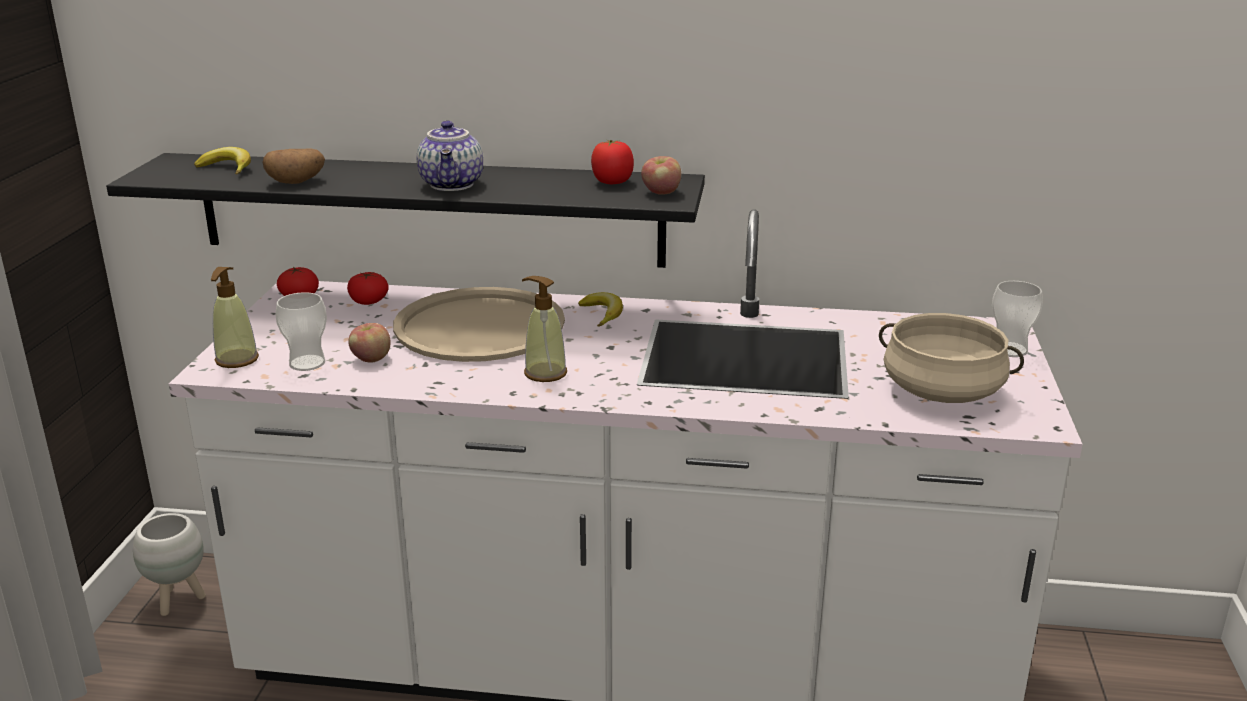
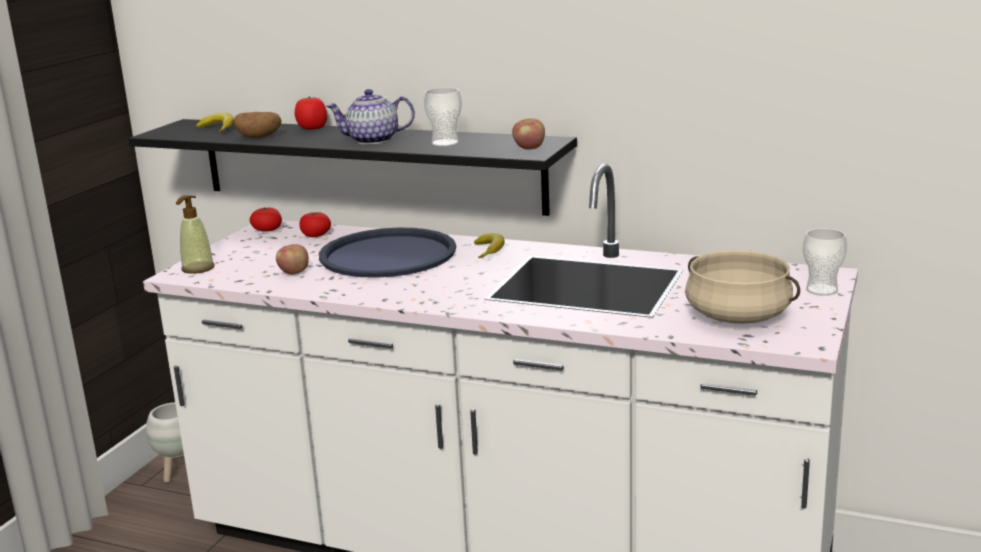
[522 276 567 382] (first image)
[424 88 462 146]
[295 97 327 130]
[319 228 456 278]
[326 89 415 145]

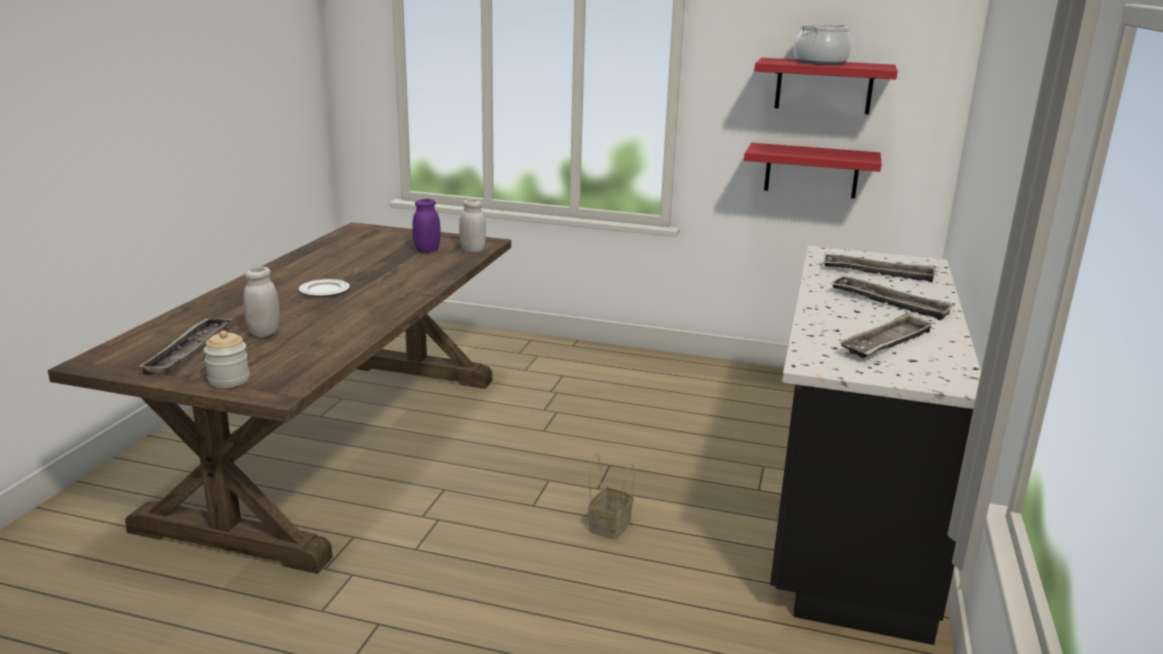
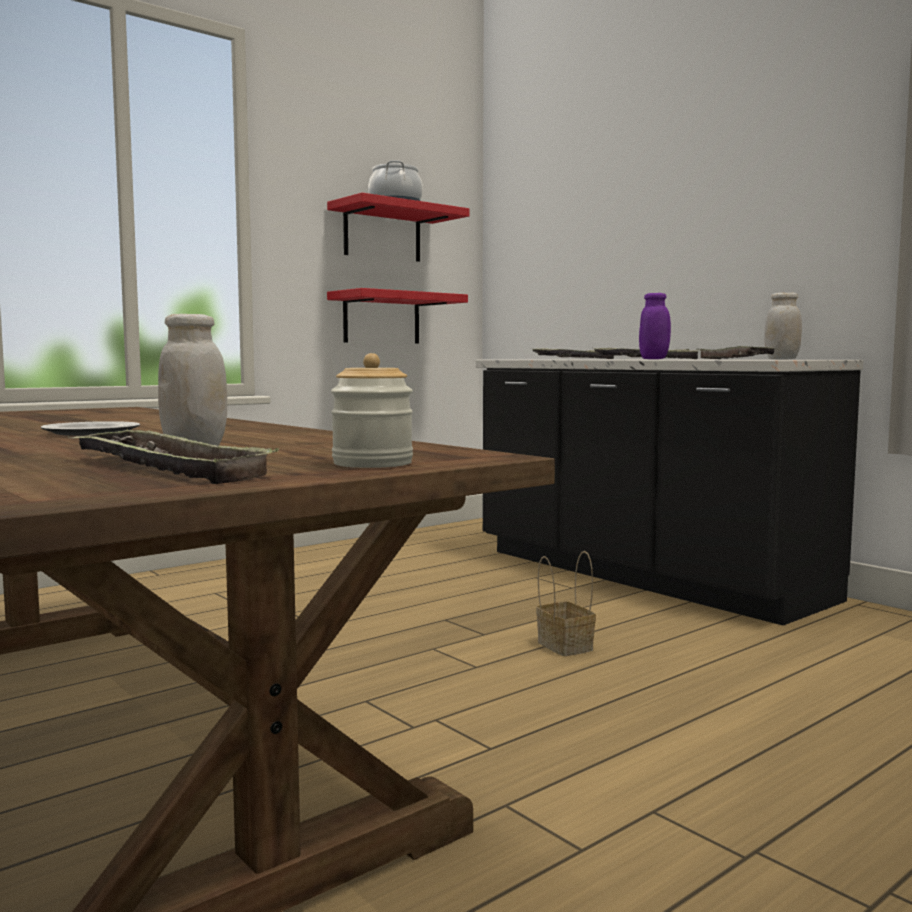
[639 293 671 359]
[764 292 802 359]

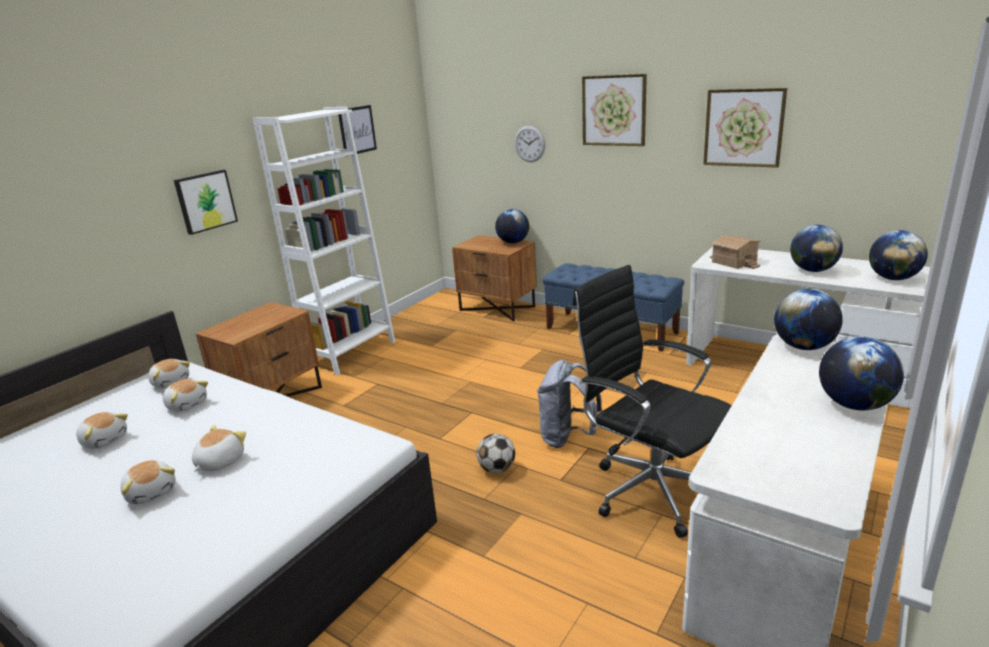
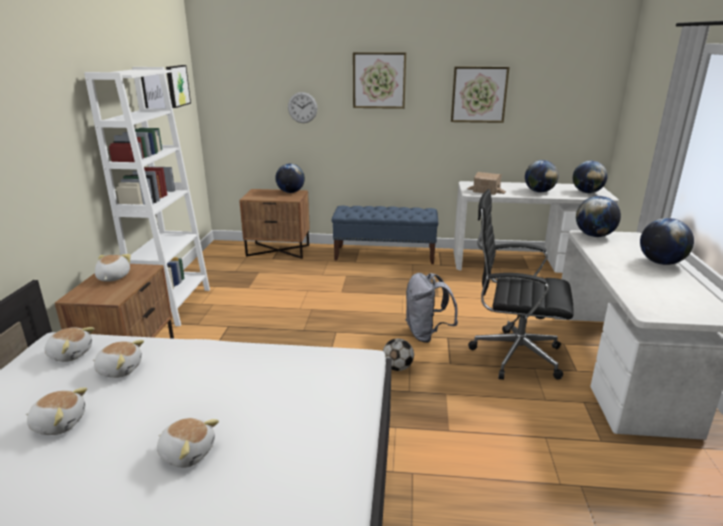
[166 65 191 108]
[95 254 131 282]

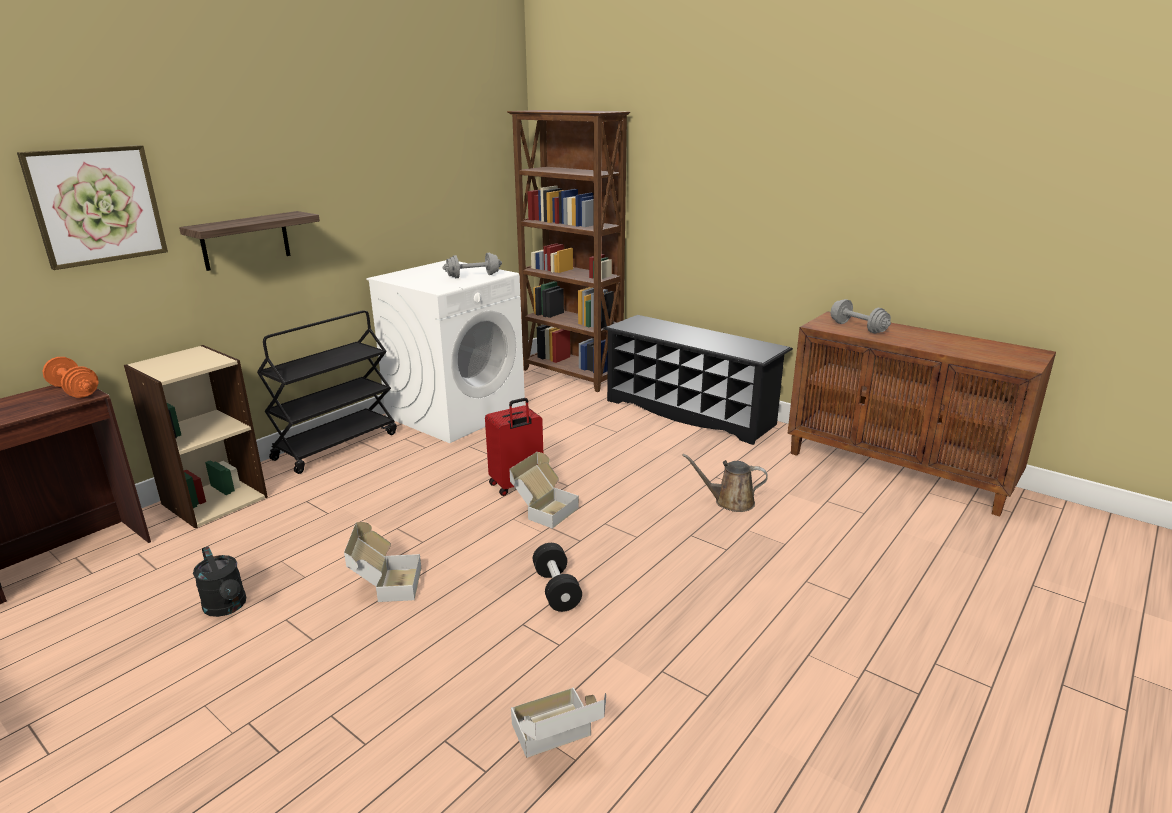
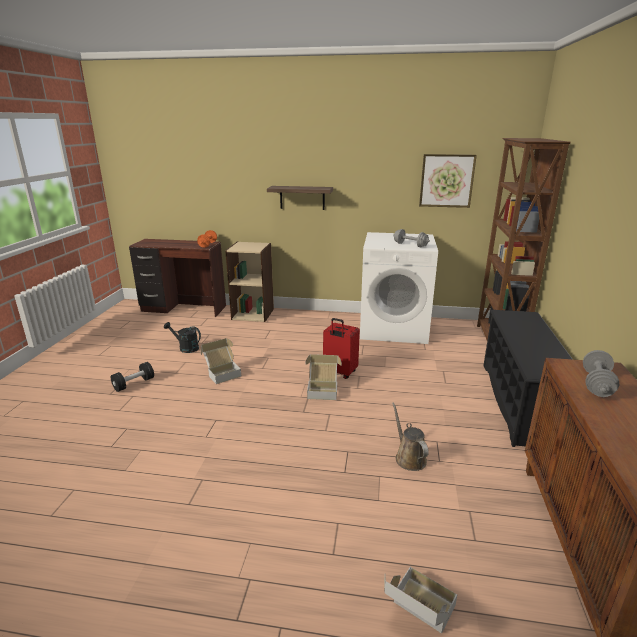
[257 310 397 474] (first image)
[419 154 477 208]
[384 567 457 634]
[111 362 154 392]
[164 322 201 353]

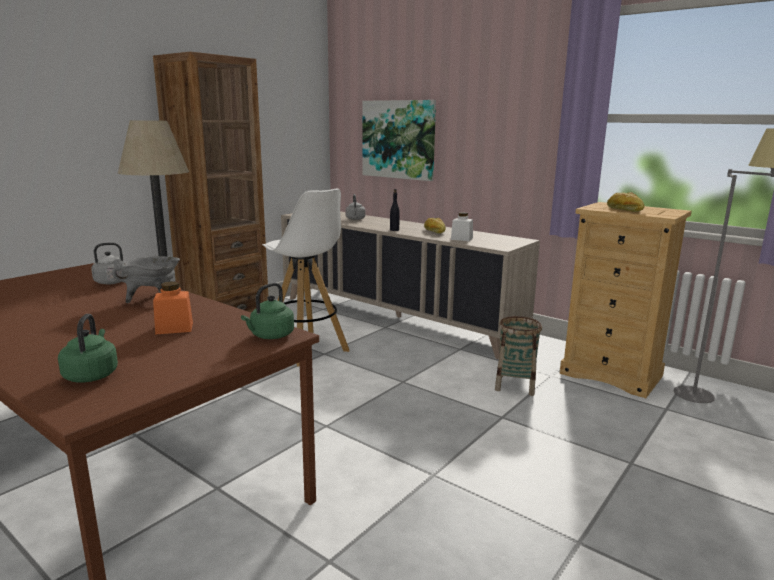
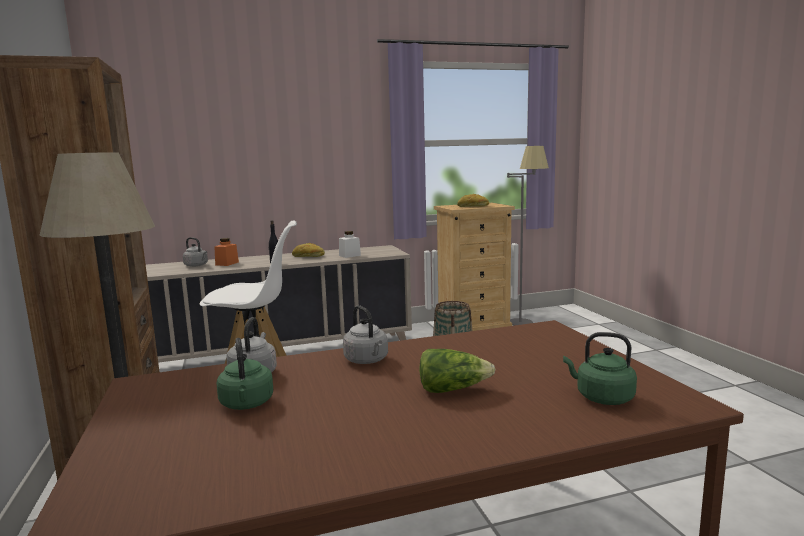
[362 100 436 181] (first image)
[419 349 495 393]
[214 238 239 266]
[216 338 273 410]
[343 305 388 364]

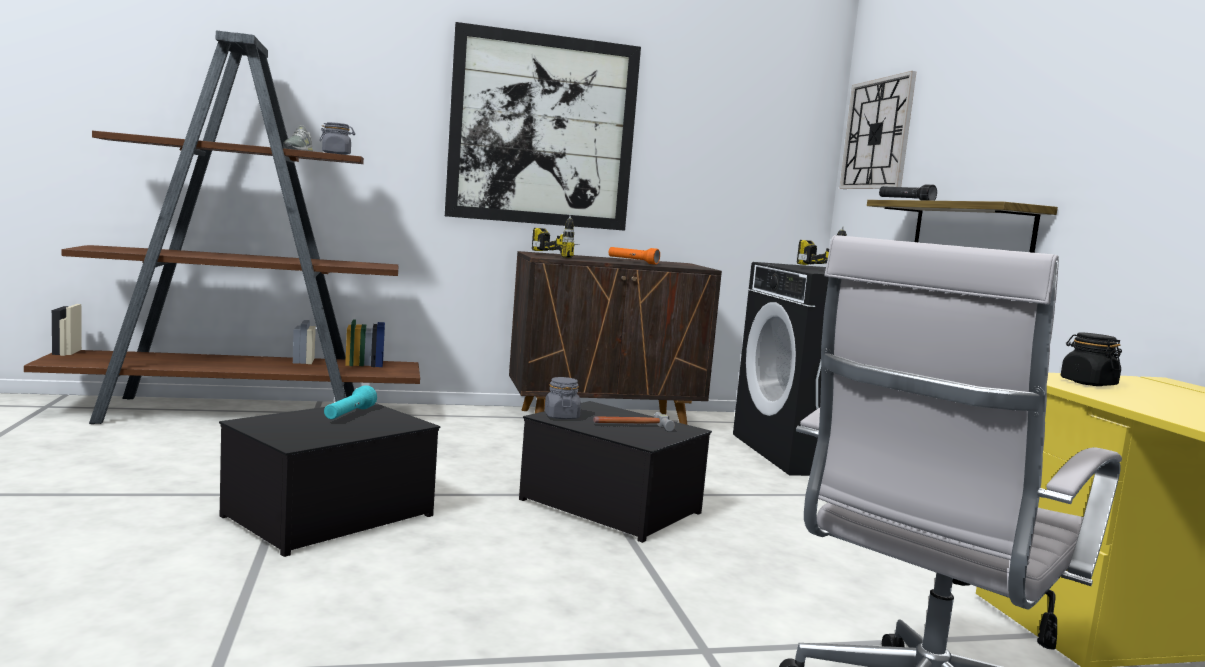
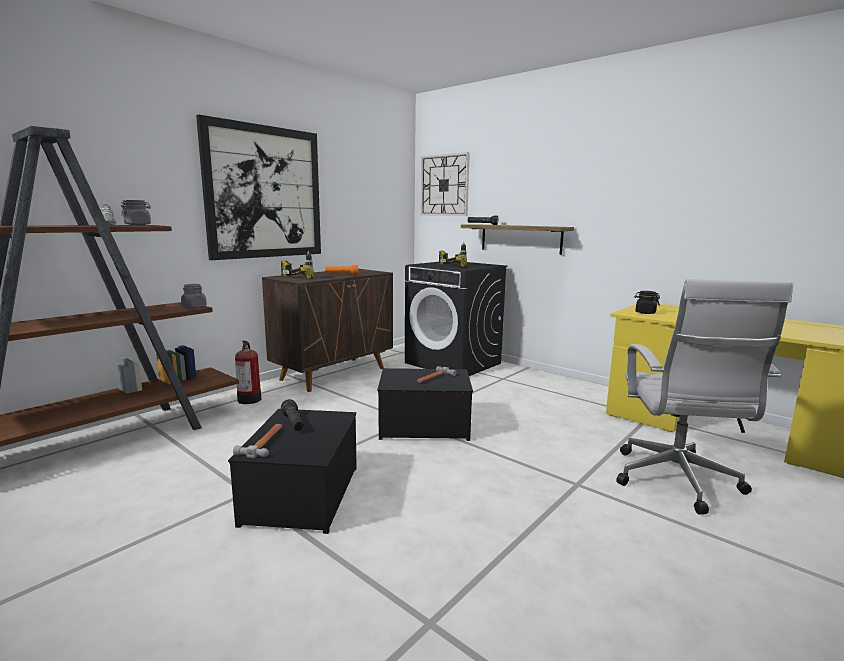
[233 424 282 458]
[235 341 261 404]
[181 284 207 308]
[281 399 304 431]

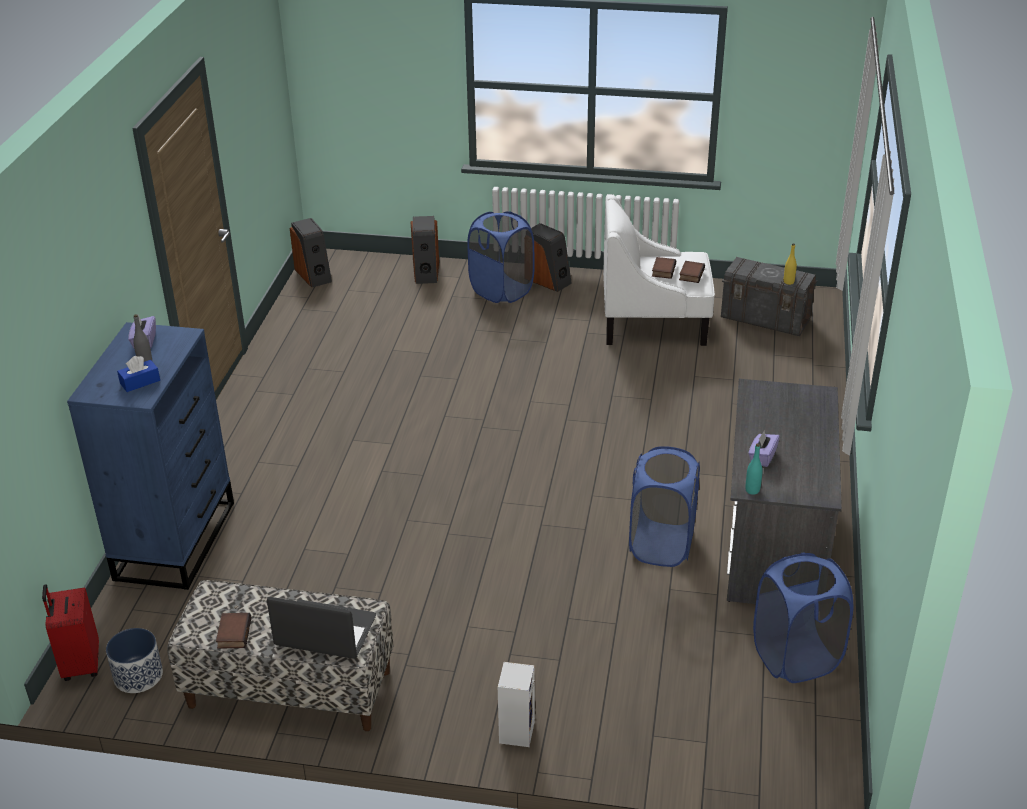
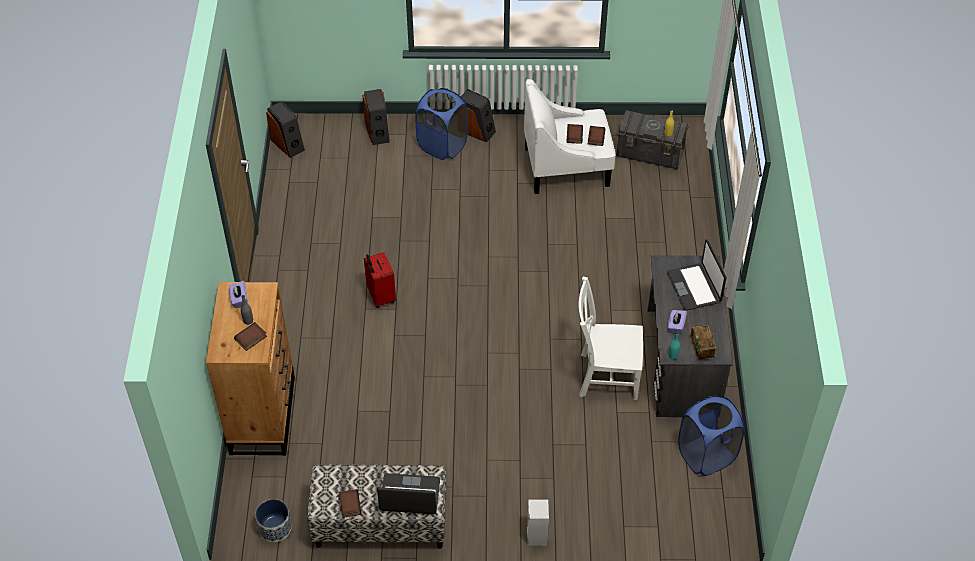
[667 239 726 310]
[690 325 716 360]
[364 252 396 308]
[234 322 267 351]
[579 276 643 400]
[206 282 295 455]

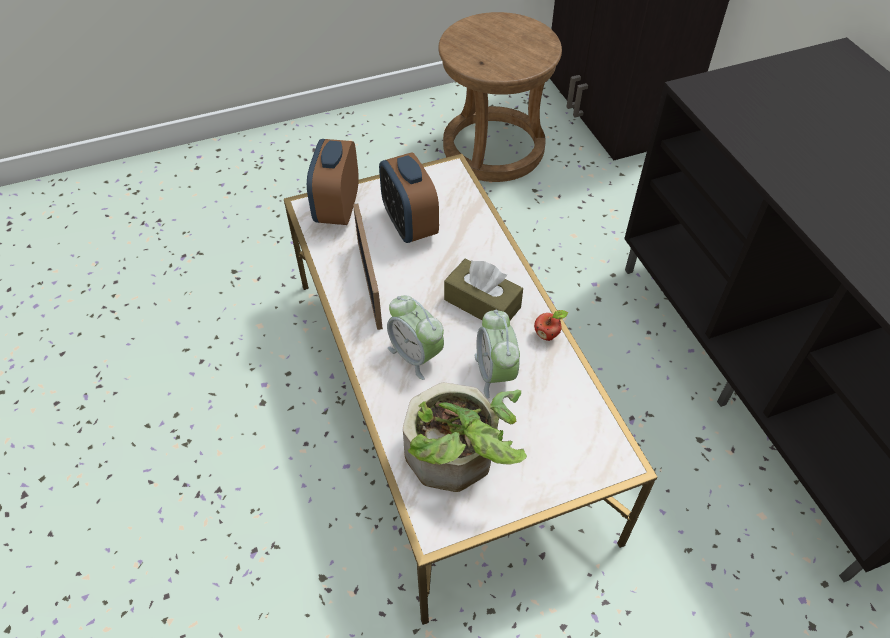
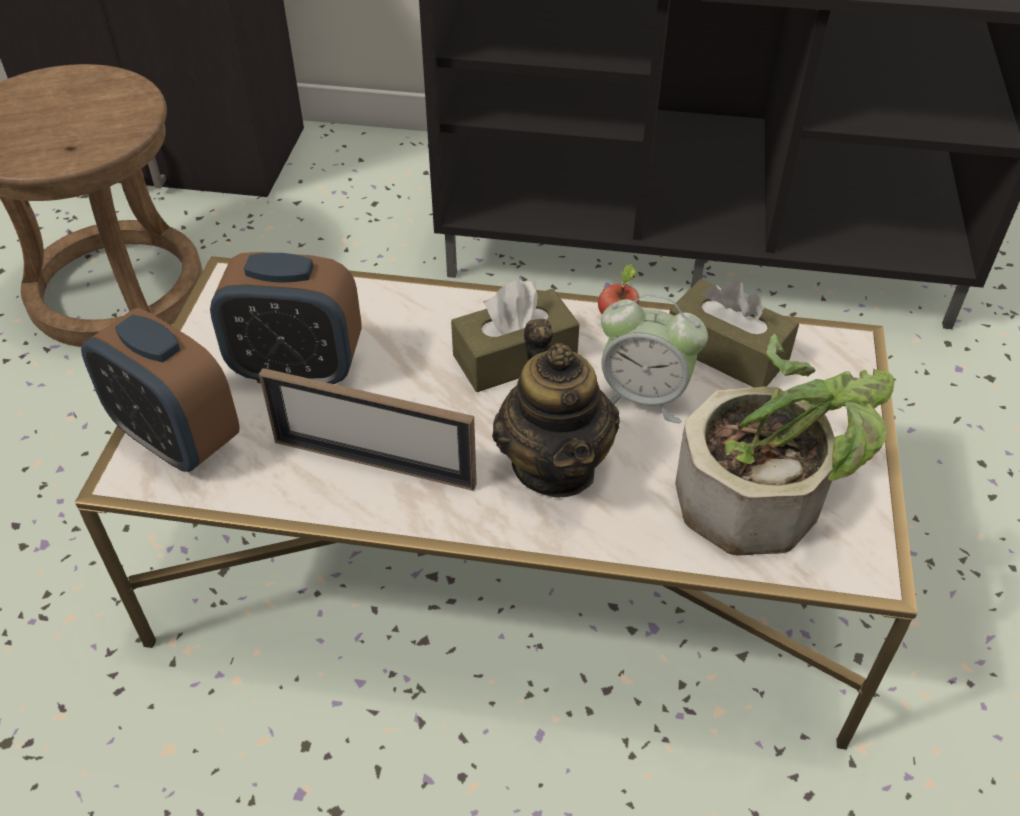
[669 279 799 387]
[492 319 620 498]

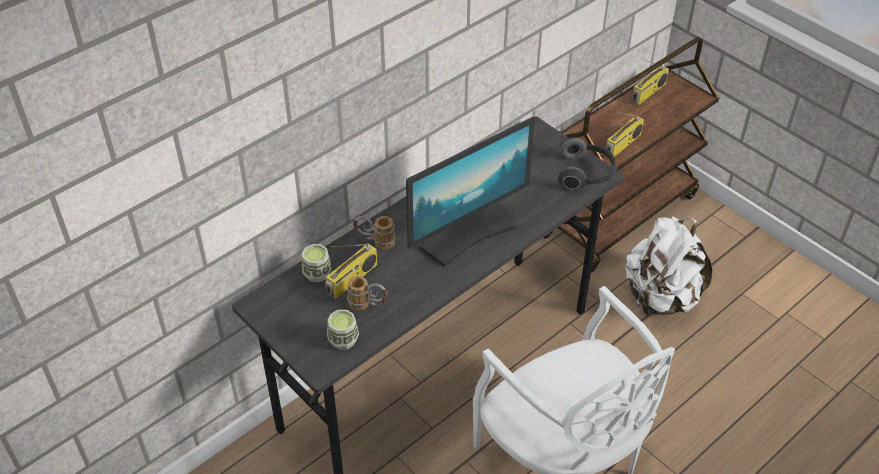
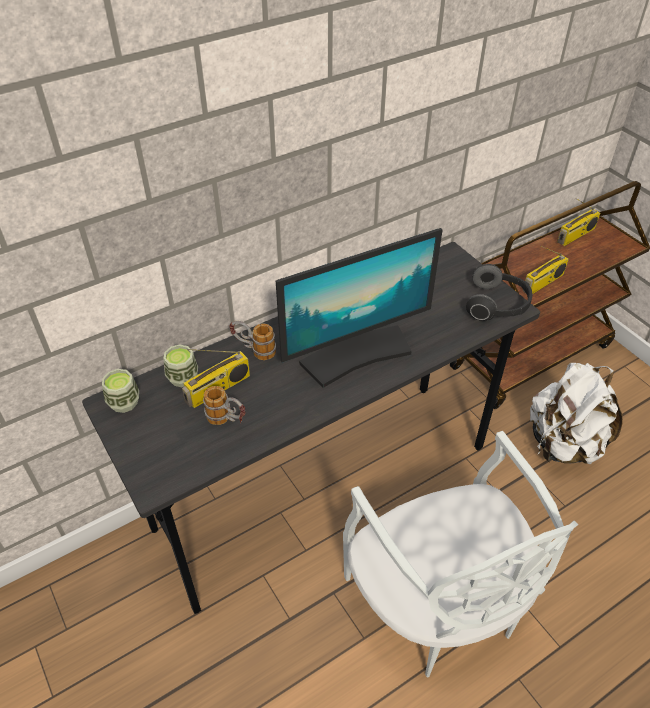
[102 369 139 413]

